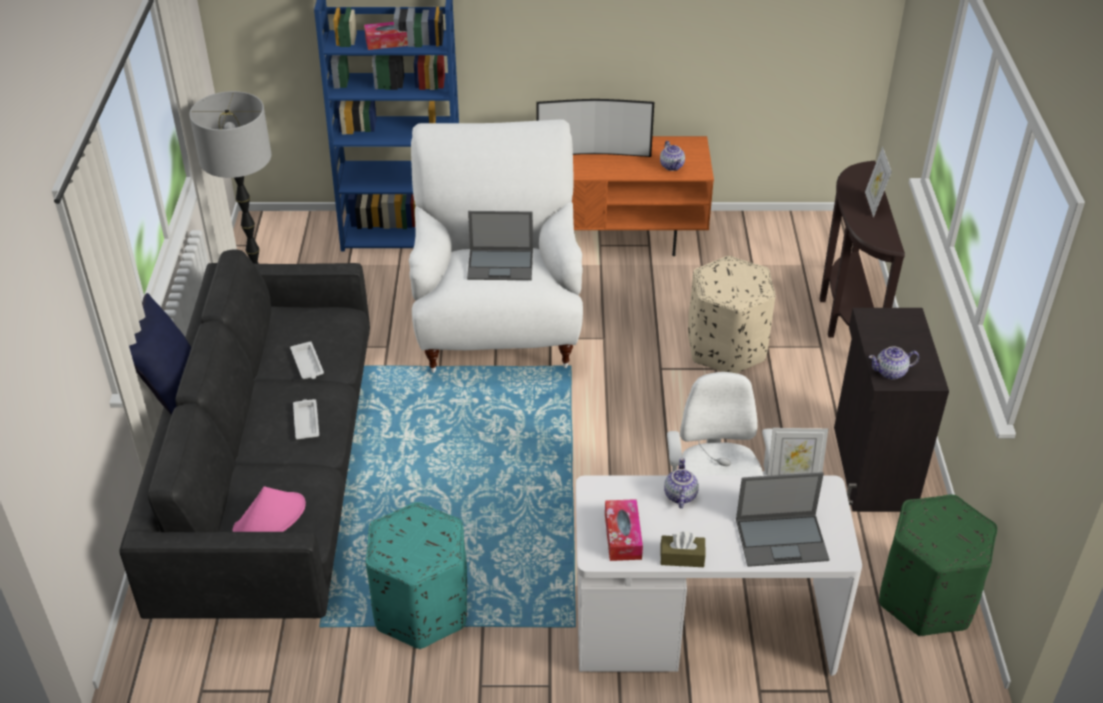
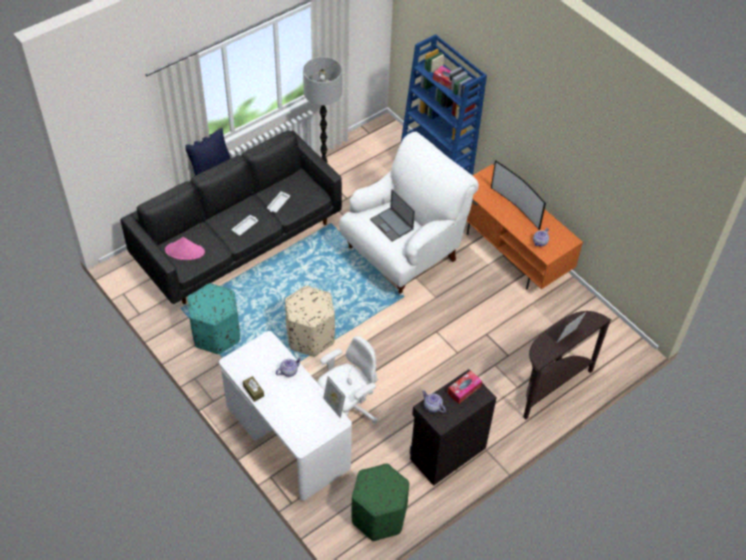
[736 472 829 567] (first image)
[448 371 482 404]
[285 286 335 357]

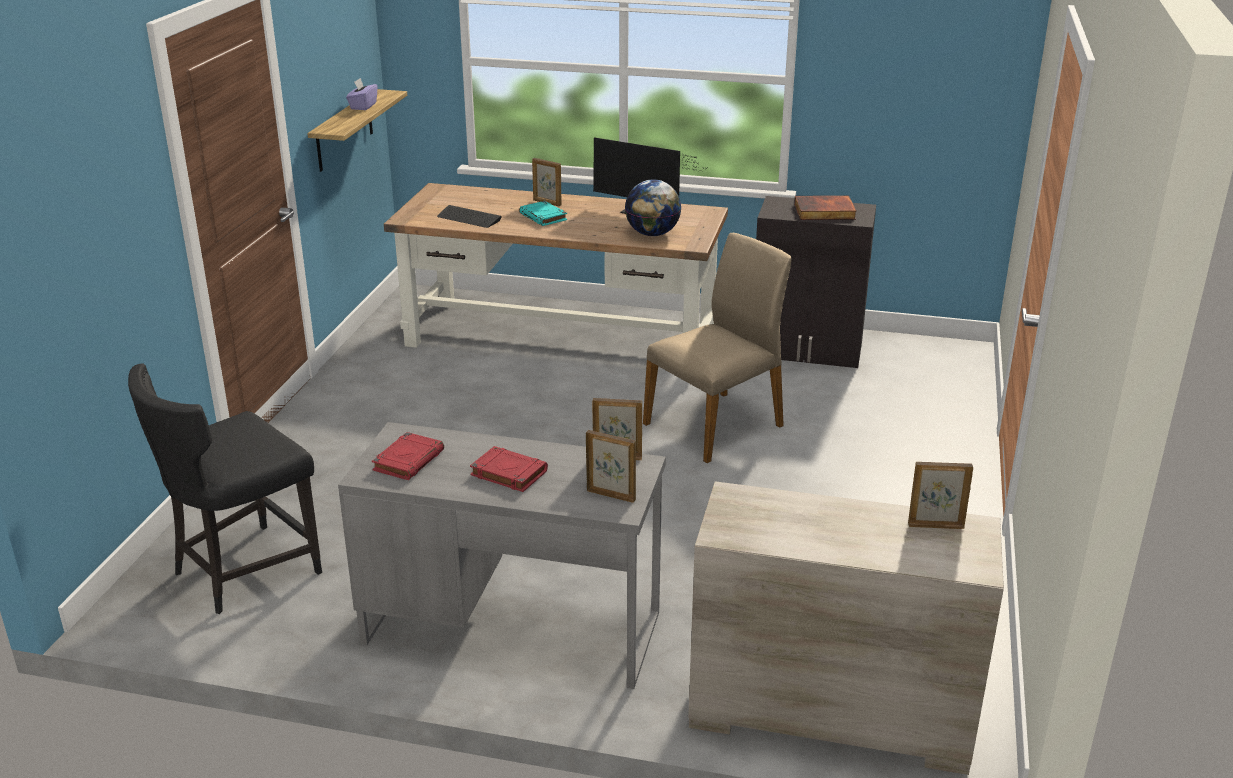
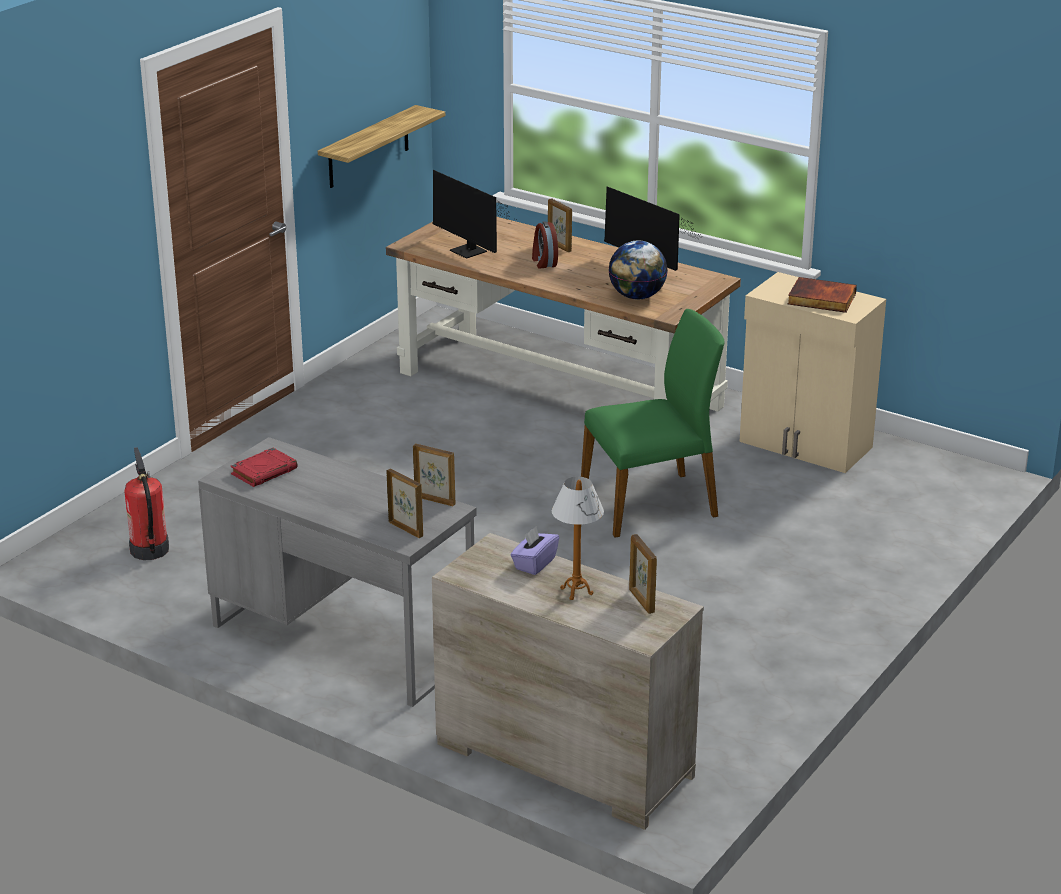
[470 446 548 492] (first image)
[552 477 604 600]
[511 526 559 575]
[124 448 169 560]
[433 170 517 259]
[532 221 558 269]
[581 309 725 537]
[739 272 886 473]
[629 534 657 614]

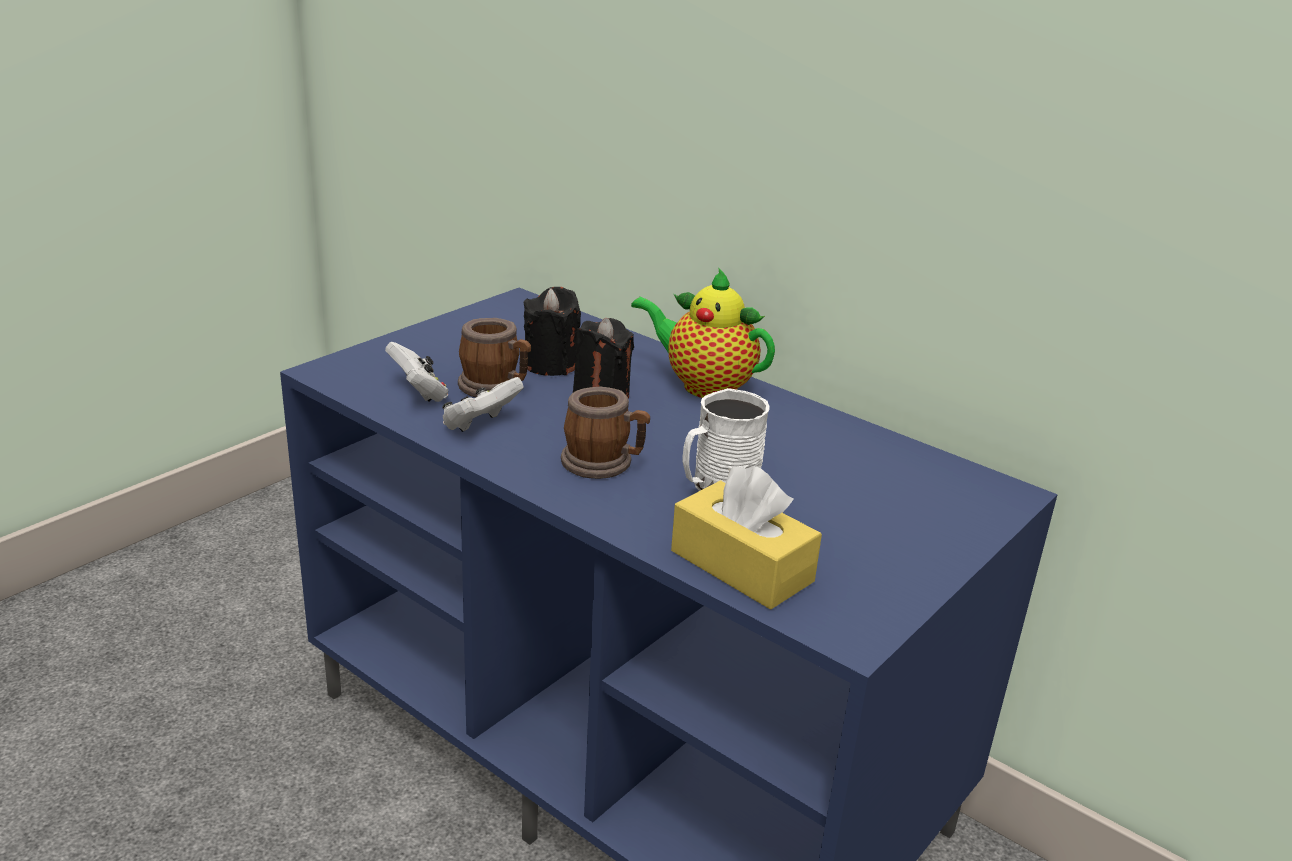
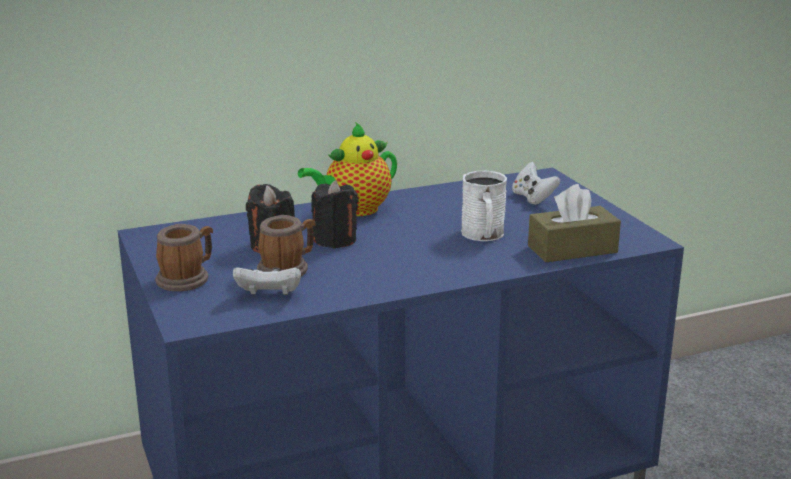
[512 162 560 205]
[155 224 213 291]
[528 184 621 262]

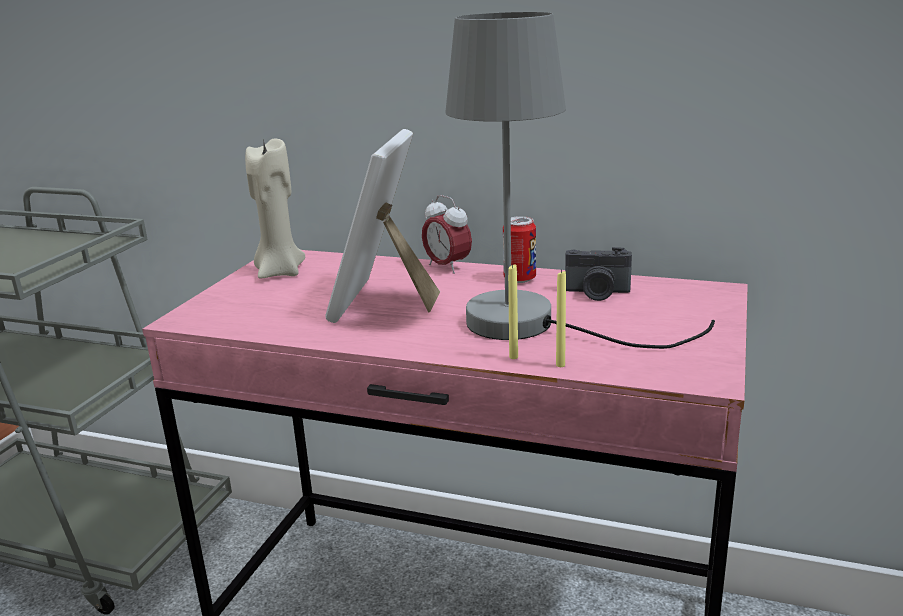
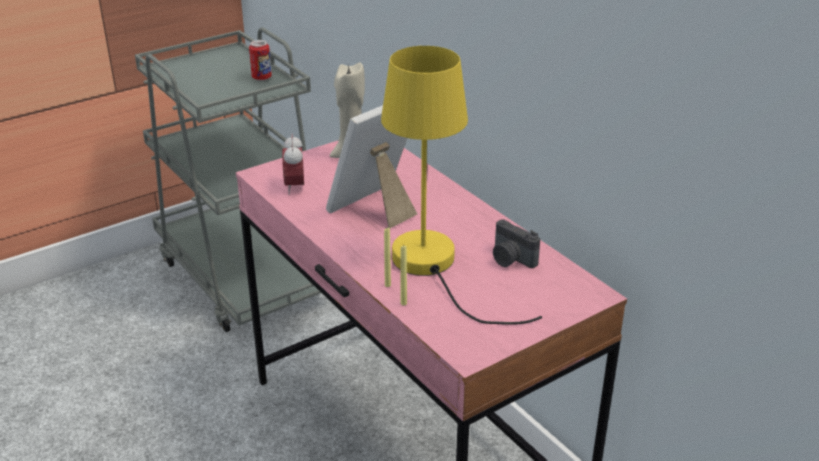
[282 134 304 195]
[249 40 272 81]
[381 46 542 325]

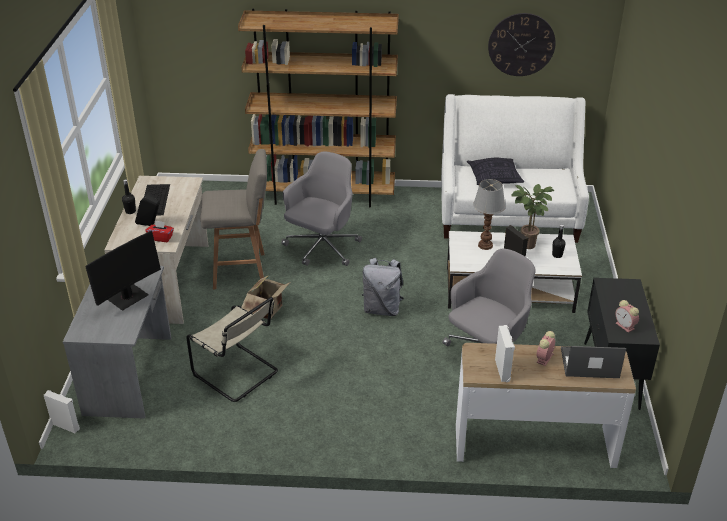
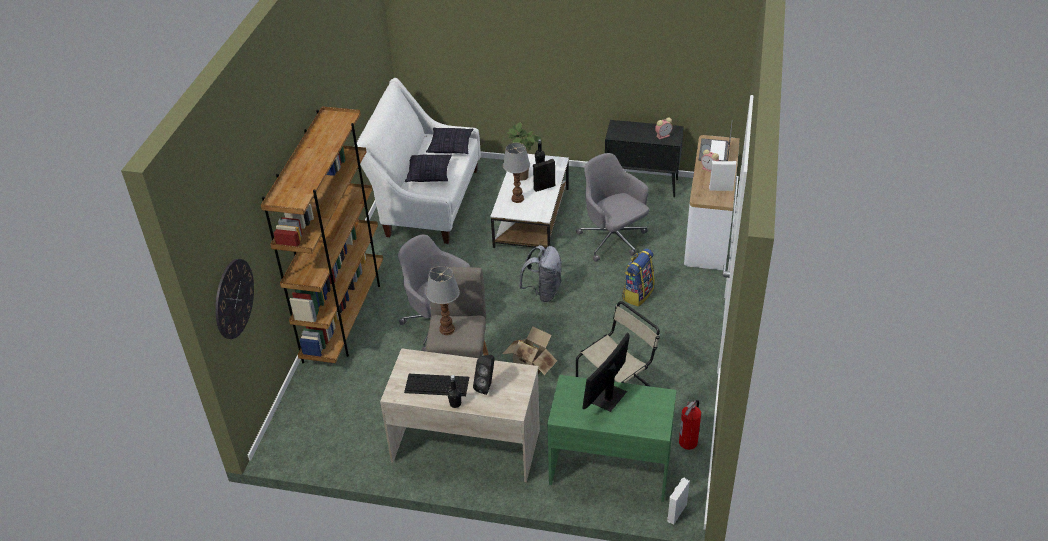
[146 220 174 242] (first image)
[426 128 474 154]
[426 266 460 335]
[622 248 655 307]
[679 399 701 450]
[215 259 254 339]
[547 375 677 502]
[582 333 630 412]

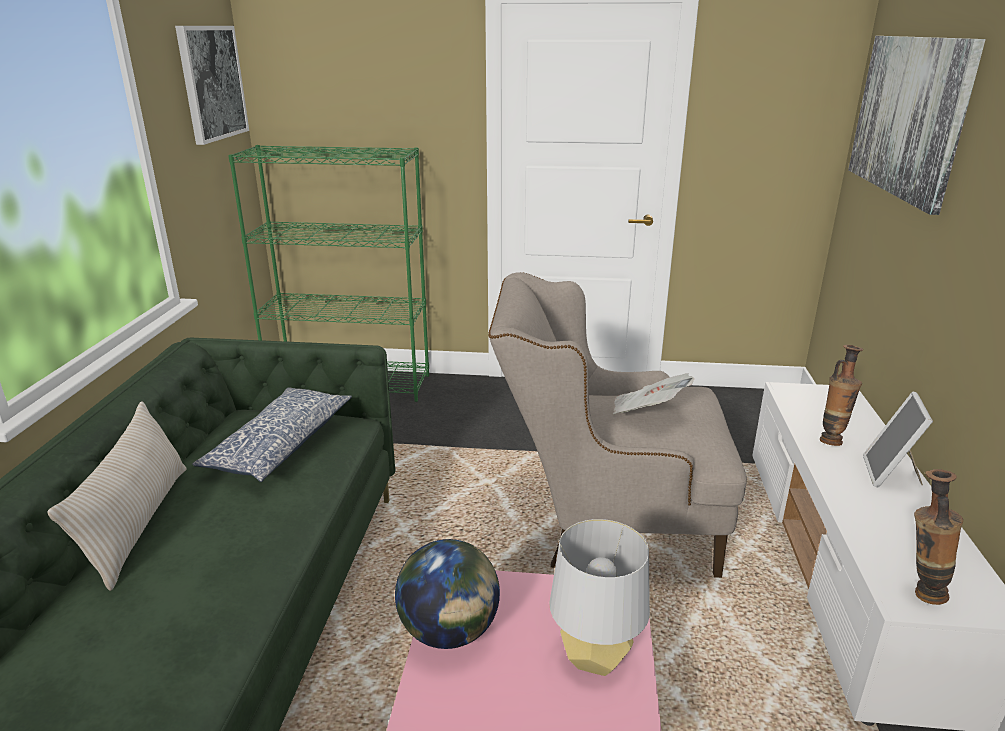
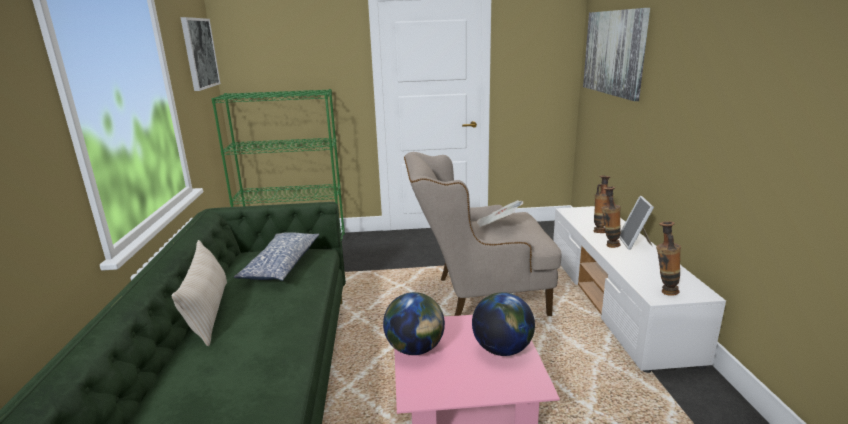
[601 187 621 248]
[472 292 535 356]

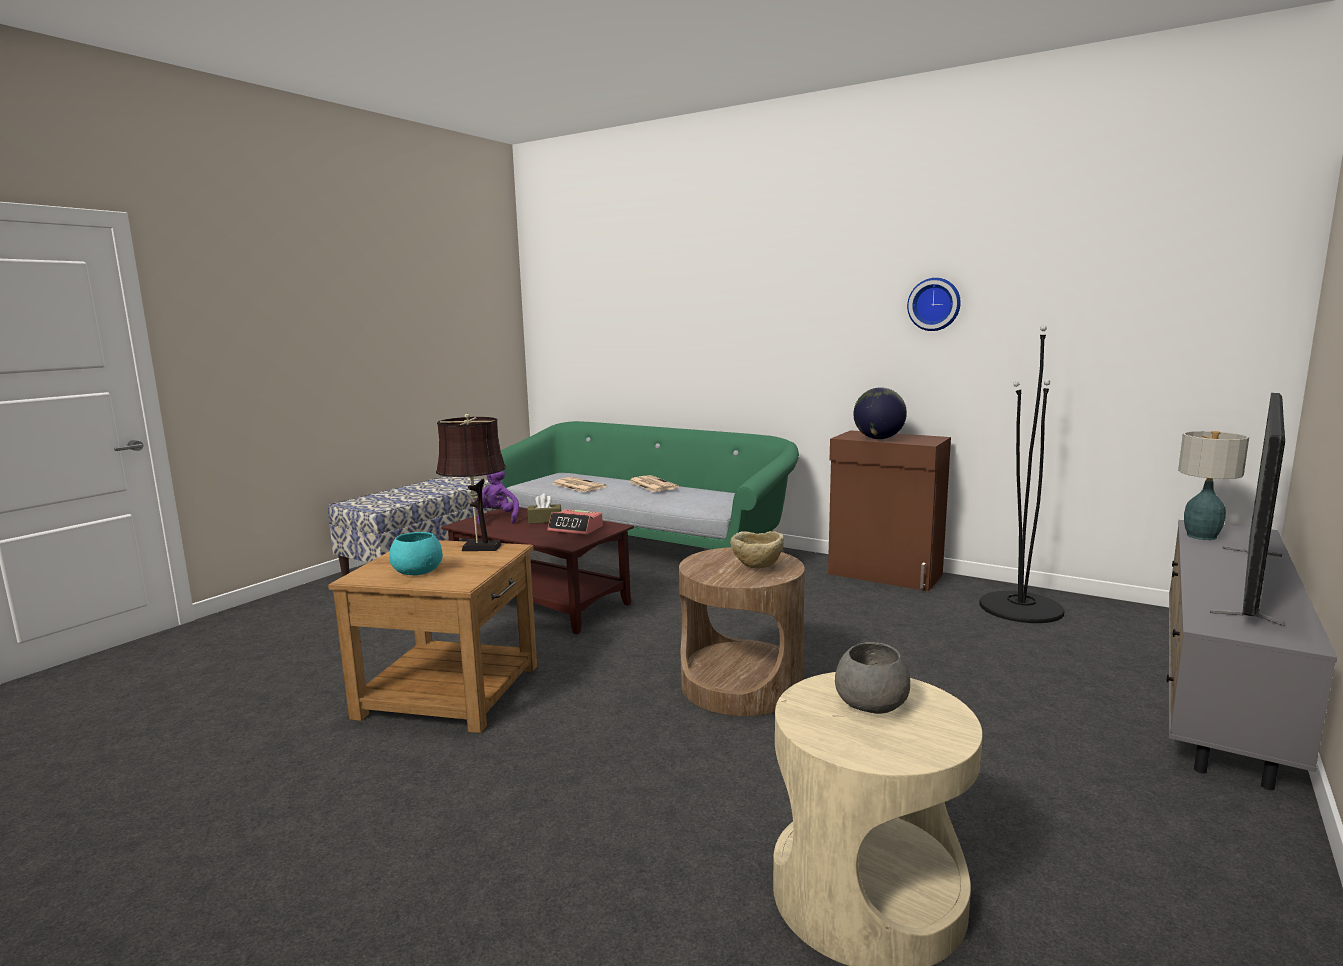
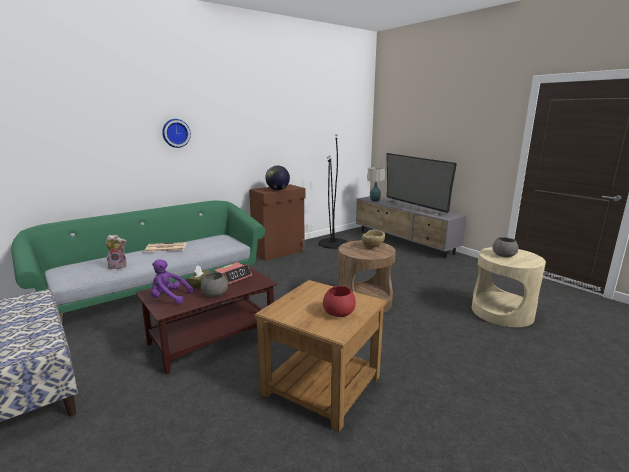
[436 414 506 551] (first image)
[201 272 228 297]
[162 119 191 148]
[106 235 127 269]
[323 286 356 317]

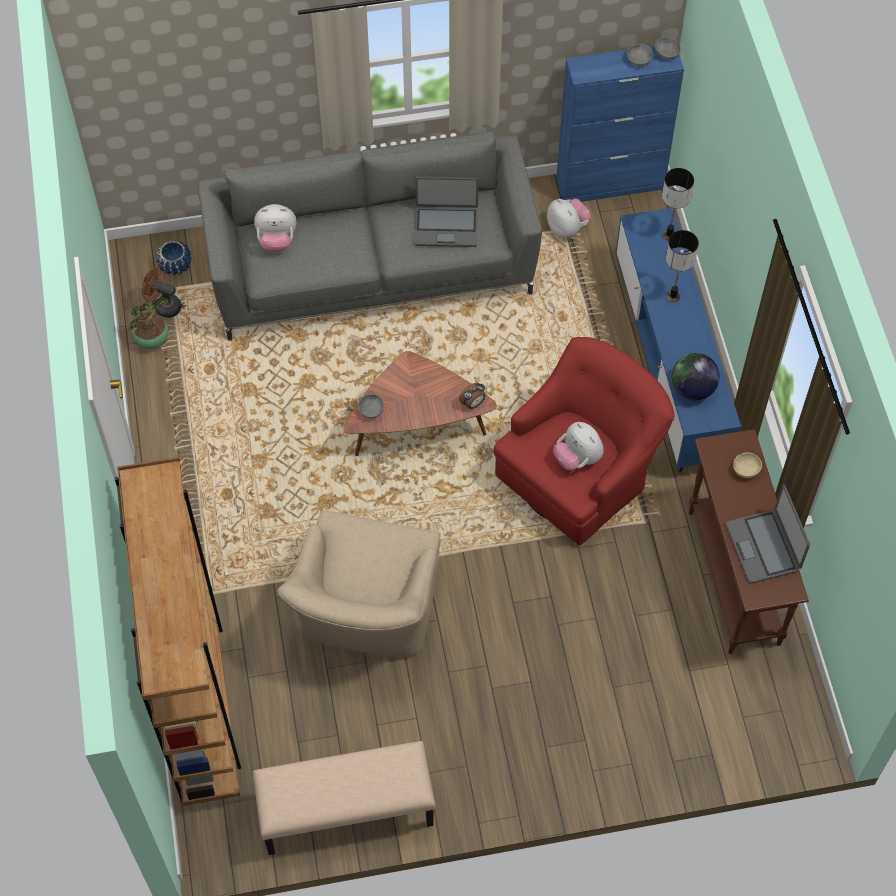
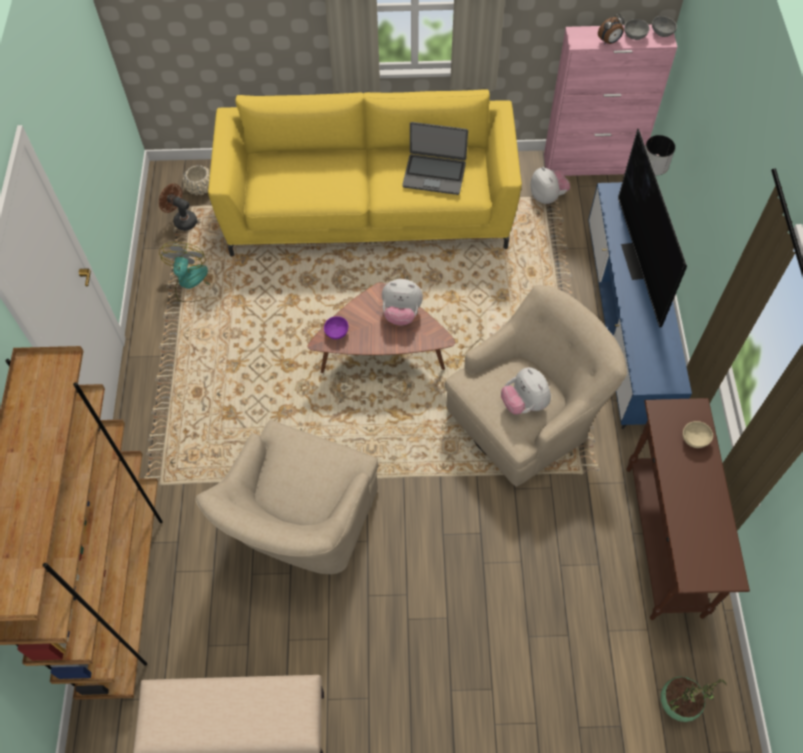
[672 353 720 400] (first image)
[726 485 810 584] (first image)
[159 242 210 302]
[661 676 727 722]
[382 279 423 326]
[598 14 625 45]
[618 129 687 327]
[182 165 210 195]
[208 89 522 256]
[324 316 348 339]
[445 285 627 487]
[544 25 677 176]

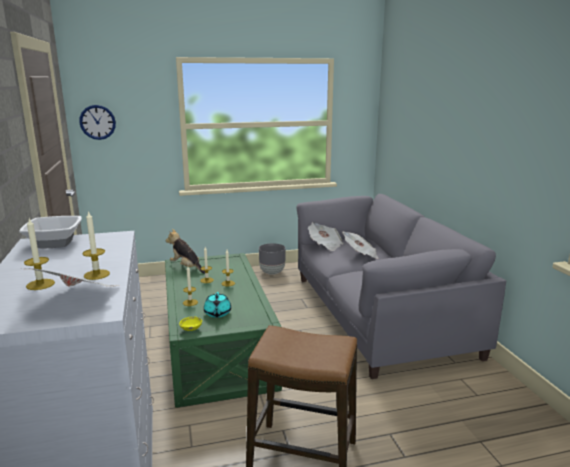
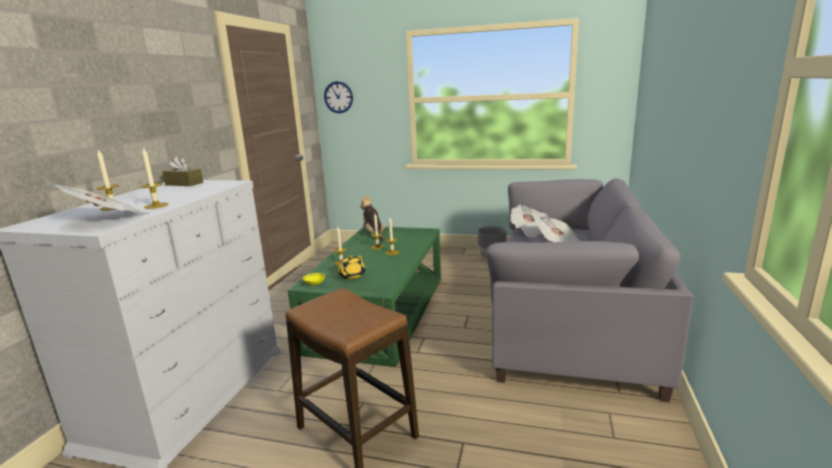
[162 156 203 186]
[338 255 365 279]

